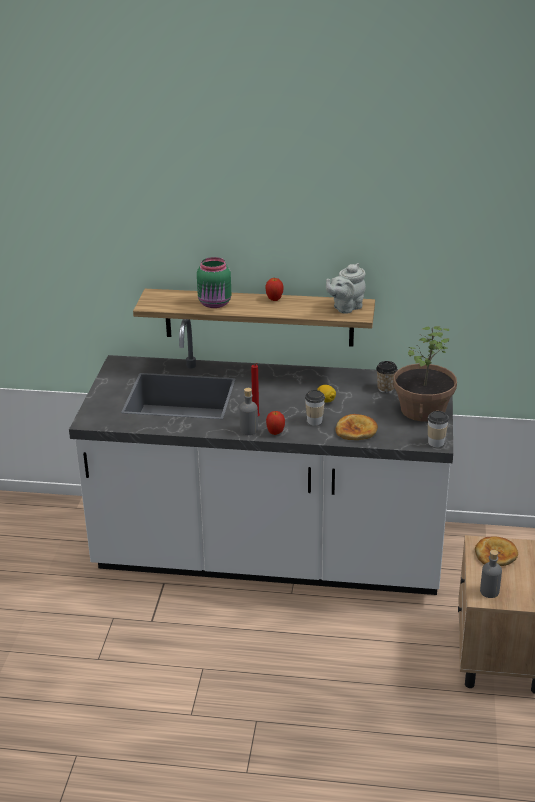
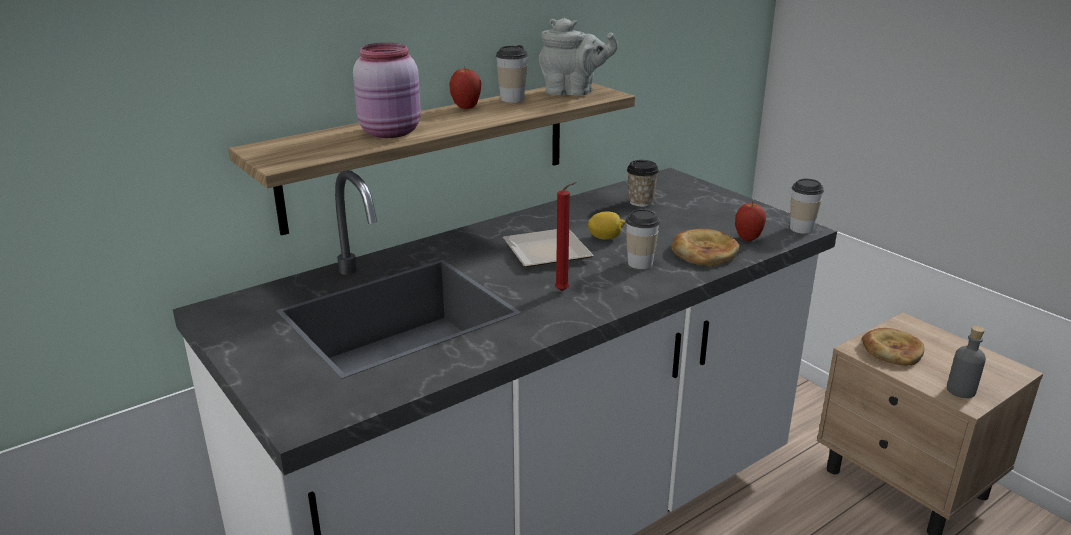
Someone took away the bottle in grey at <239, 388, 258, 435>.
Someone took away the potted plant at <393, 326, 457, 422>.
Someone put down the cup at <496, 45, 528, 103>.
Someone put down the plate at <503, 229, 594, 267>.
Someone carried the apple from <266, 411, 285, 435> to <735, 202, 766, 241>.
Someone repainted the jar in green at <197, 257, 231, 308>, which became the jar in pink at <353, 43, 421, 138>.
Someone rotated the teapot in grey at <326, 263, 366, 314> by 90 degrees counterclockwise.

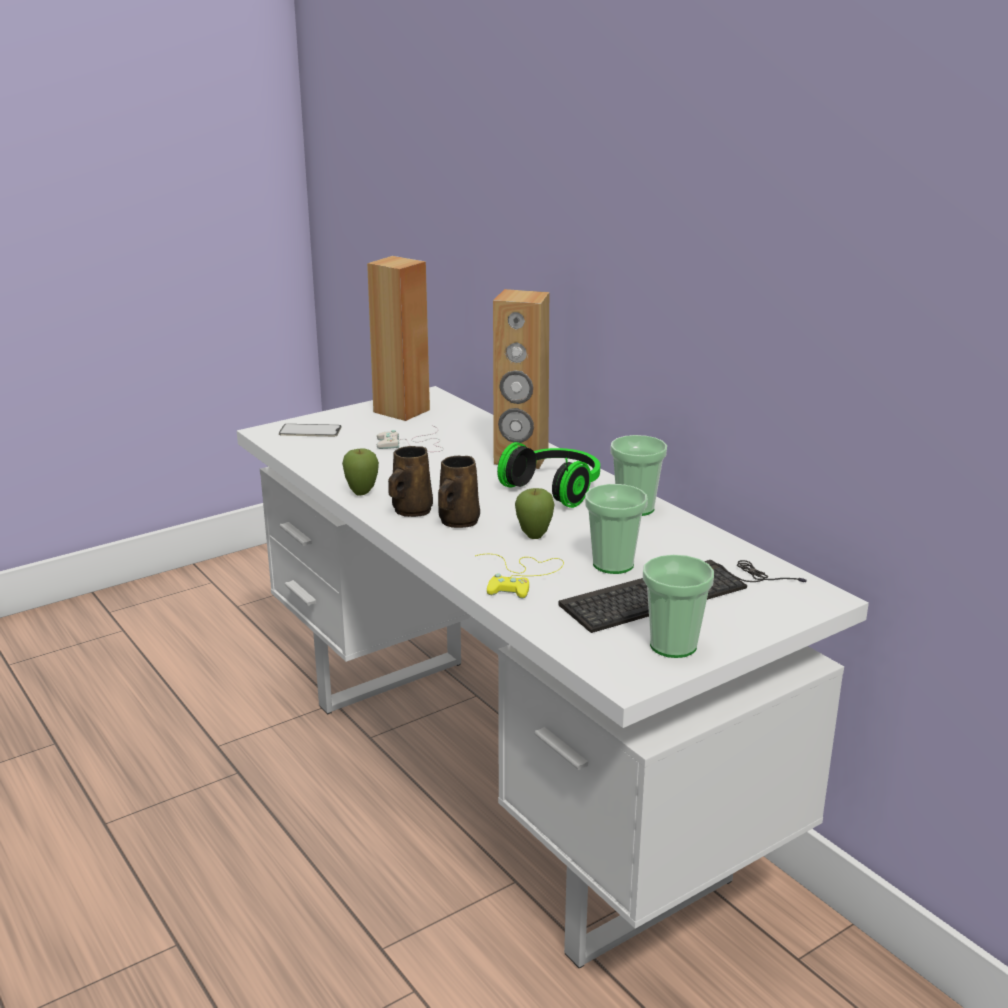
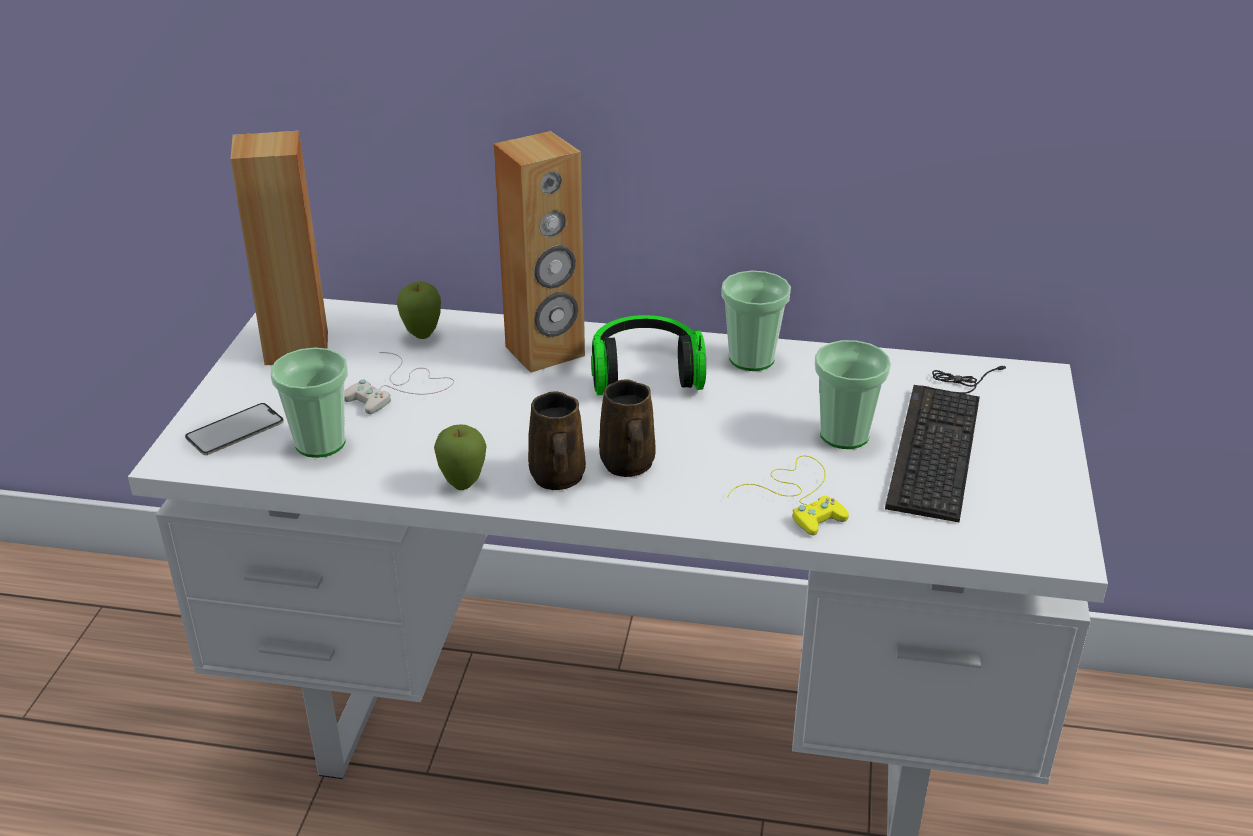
Someone carried the apple from <515, 488, 555, 539> to <397, 281, 441, 339>.
Someone carried the cup from <643, 554, 714, 658> to <271, 348, 348, 458>.

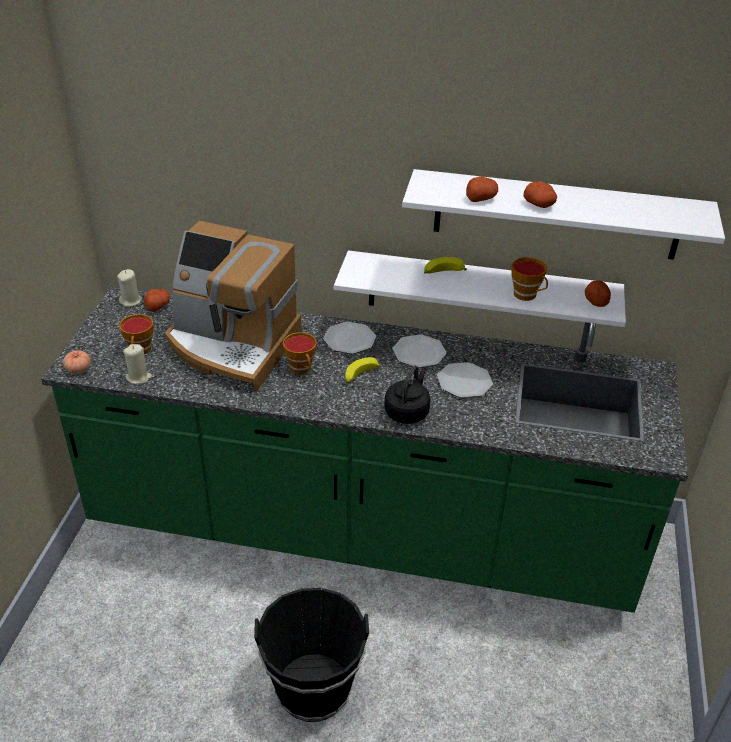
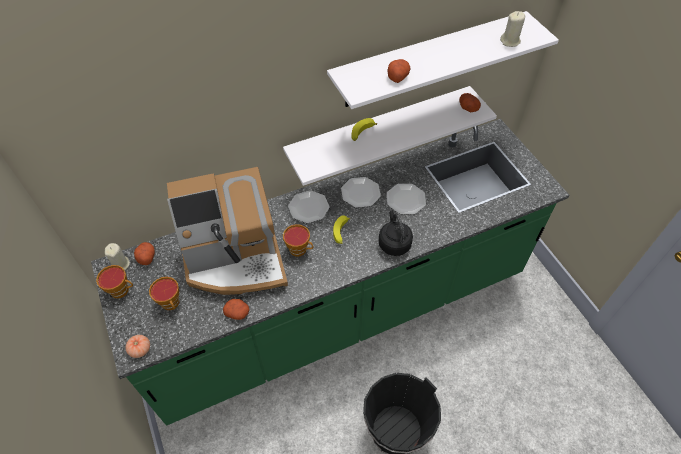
Someone carried the candle in beige from <123, 344, 152, 384> to <500, 11, 525, 47>.
Someone carried the cup from <511, 257, 548, 301> to <96, 265, 133, 298>.
Someone carried the potato from <523, 181, 557, 208> to <223, 299, 250, 320>.

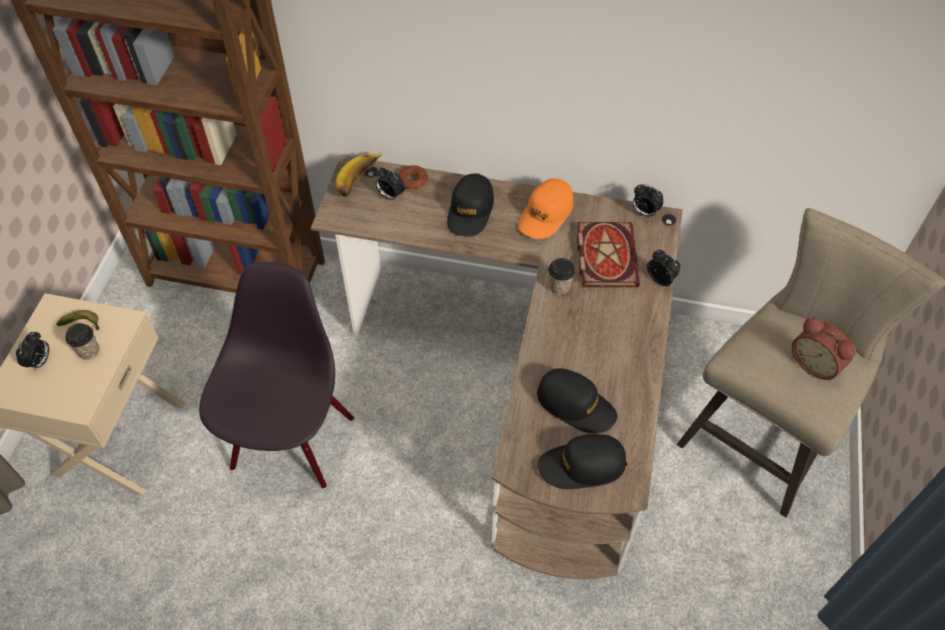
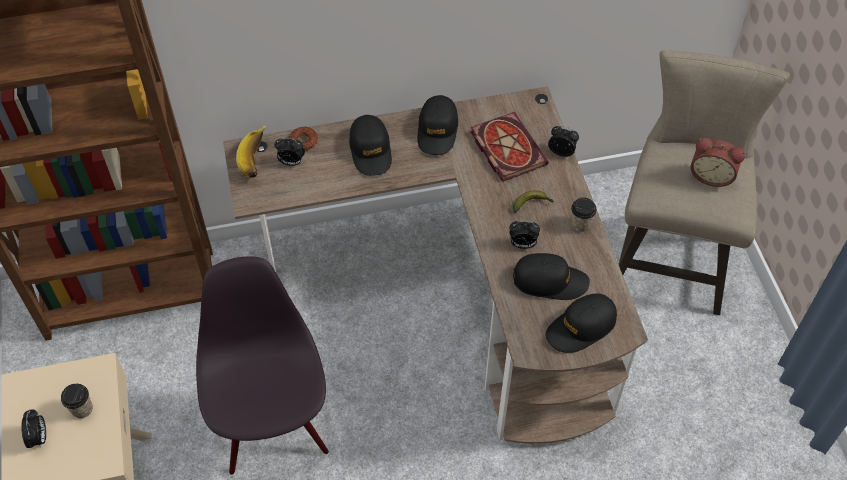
Someone carried the banana from <56, 310, 100, 330> to <513, 190, 554, 213>.
Someone carried the cup from <548, 258, 575, 295> to <571, 198, 597, 232>.
Someone carried the alarm clock from <632, 184, 663, 218> to <509, 221, 540, 249>.
Someone repainted the cap in orange at <518, 178, 573, 239>, which became the cap in black at <417, 95, 458, 155>.

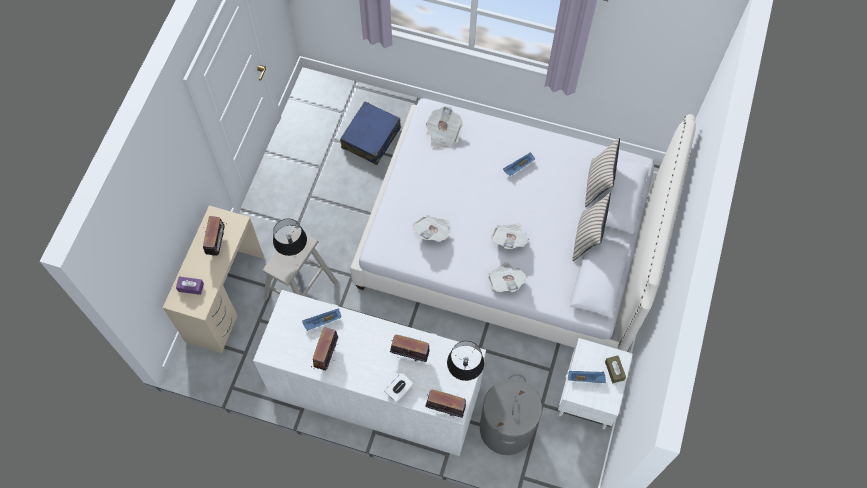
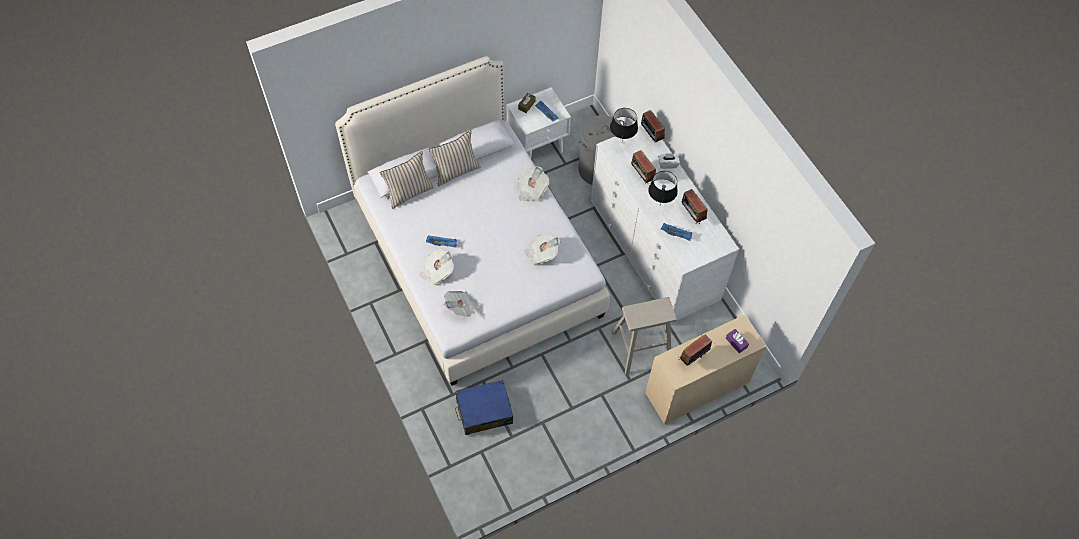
Someone carried the table lamp in black from <273, 219, 307, 256> to <648, 171, 678, 204>.
Someone carried the newspaper from <491, 224, 529, 249> to <420, 248, 454, 285>.
Someone rotated the radio at <311, 327, 338, 370> by 90 degrees clockwise.

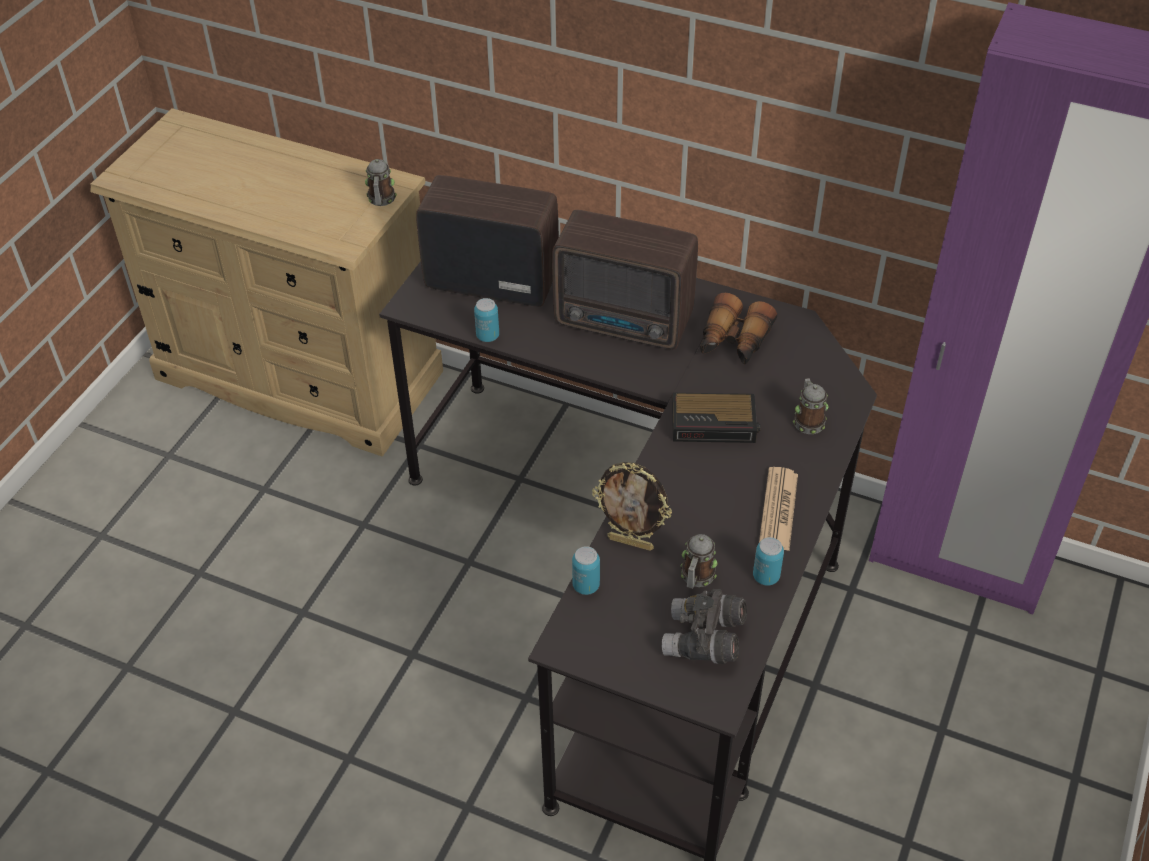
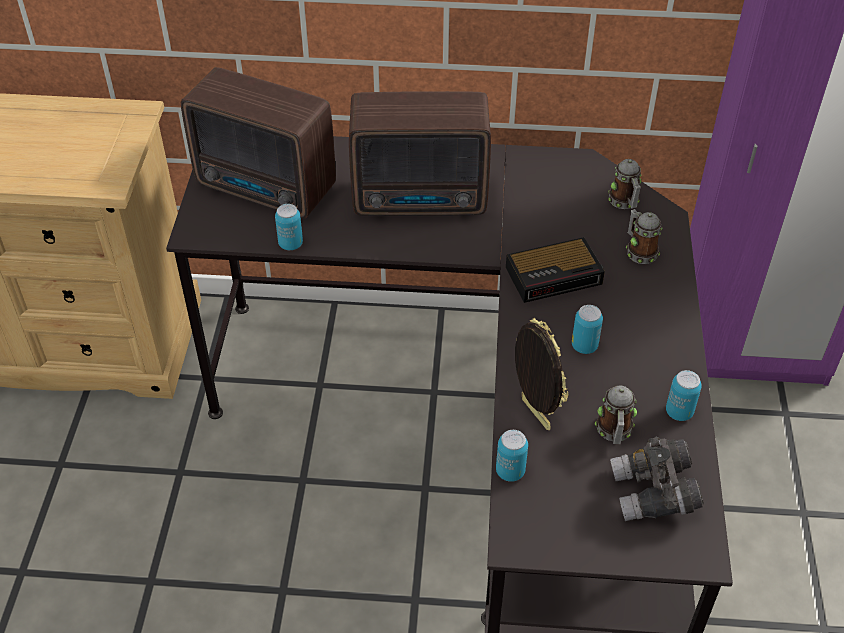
Someone took away the binoculars at <700, 293, 777, 365>.
Someone took away the newspaper at <759, 467, 798, 551>.
Someone put down the can at <572, 305, 603, 354>.
Someone carried the mug from <365, 159, 397, 206> to <608, 159, 641, 209>.
Someone rotated the radio at <416, 175, 559, 307> by 150 degrees counterclockwise.
Someone rotated the picture frame at <592, 462, 672, 551> by 120 degrees counterclockwise.

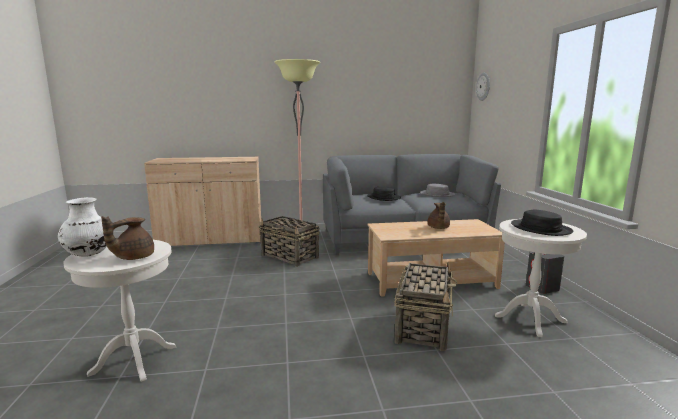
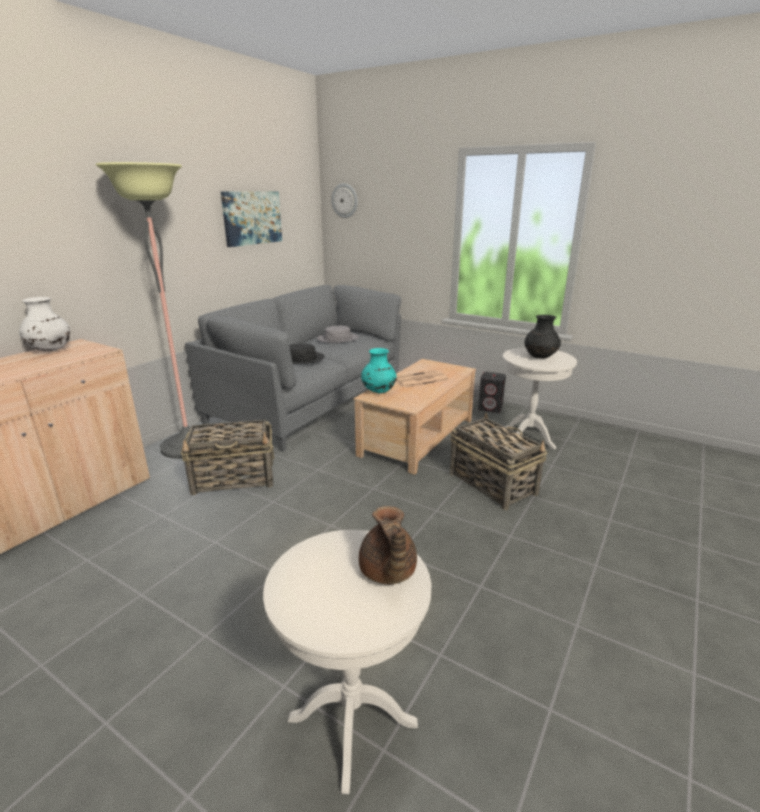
Someone put up the picture at <221, 191, 282, 247>.
Someone put down the vase in turquoise at <361, 348, 397, 393>.
Someone carried the vase in white from <58, 197, 107, 257> to <19, 297, 70, 352>.
Someone swapped the teapot in brown at <427, 202, 450, 229> for the newspaper at <396, 370, 449, 388>.
Someone swapped the hat in black at <511, 209, 574, 236> for the vase in black at <525, 315, 561, 358>.

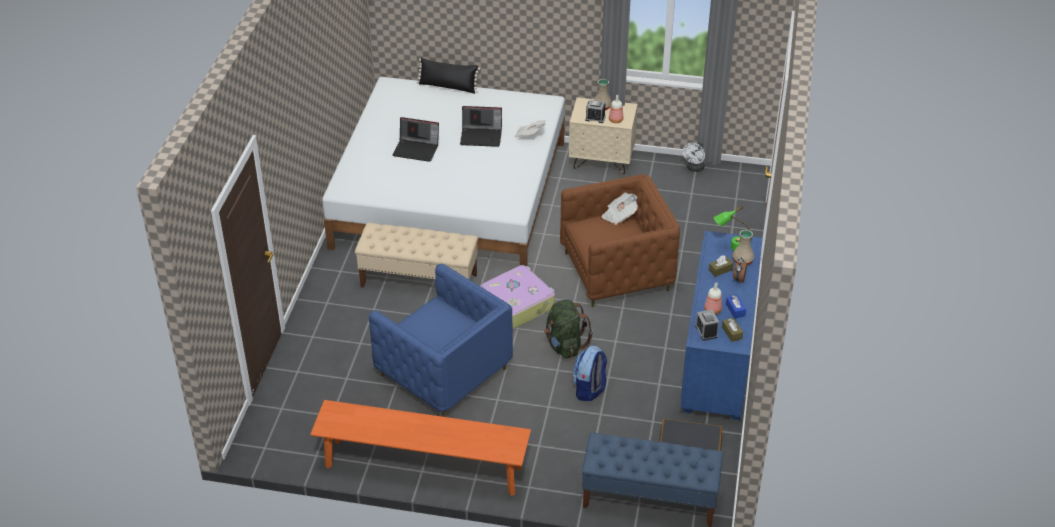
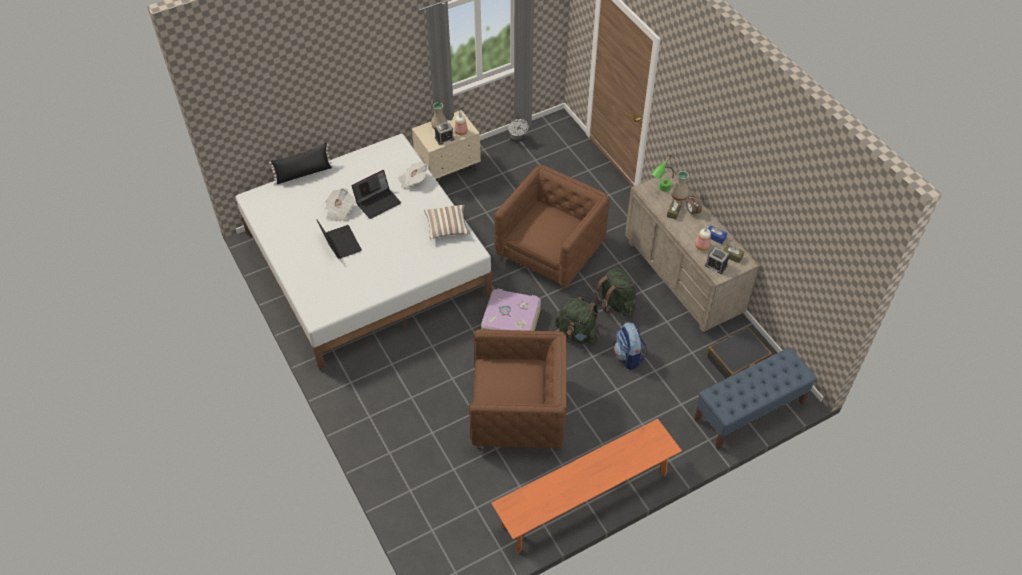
Someone took away the bench in beige at <355, 223, 478, 288>.
Someone put down the pillow at <424, 205, 470, 239>.
Someone put down the backpack in green at <594, 267, 636, 316>.
Someone carried the newspaper from <602, 192, 638, 225> to <325, 188, 354, 221>.
Someone repainted the armchair in blue at <369, 264, 513, 417>, which became the armchair in brown at <469, 329, 567, 450>.
Someone repainted the dresser in blue at <681, 231, 763, 420>, which became the dresser in beige at <625, 170, 760, 332>.
Someone rotated the laptop at <393, 117, 439, 162> by 90 degrees counterclockwise.

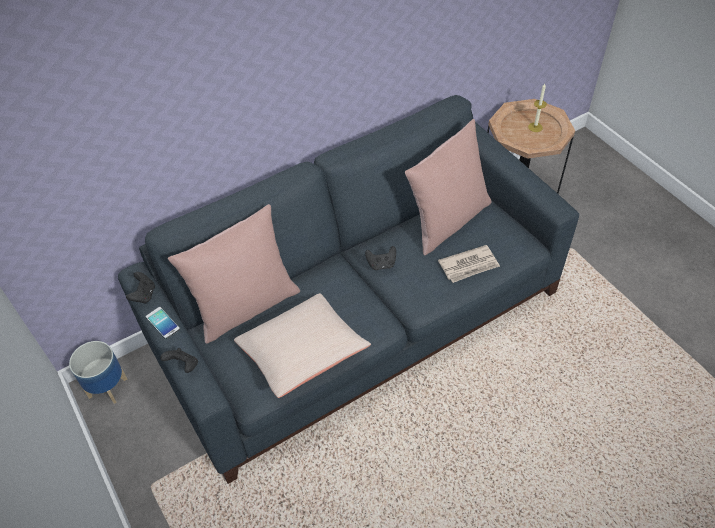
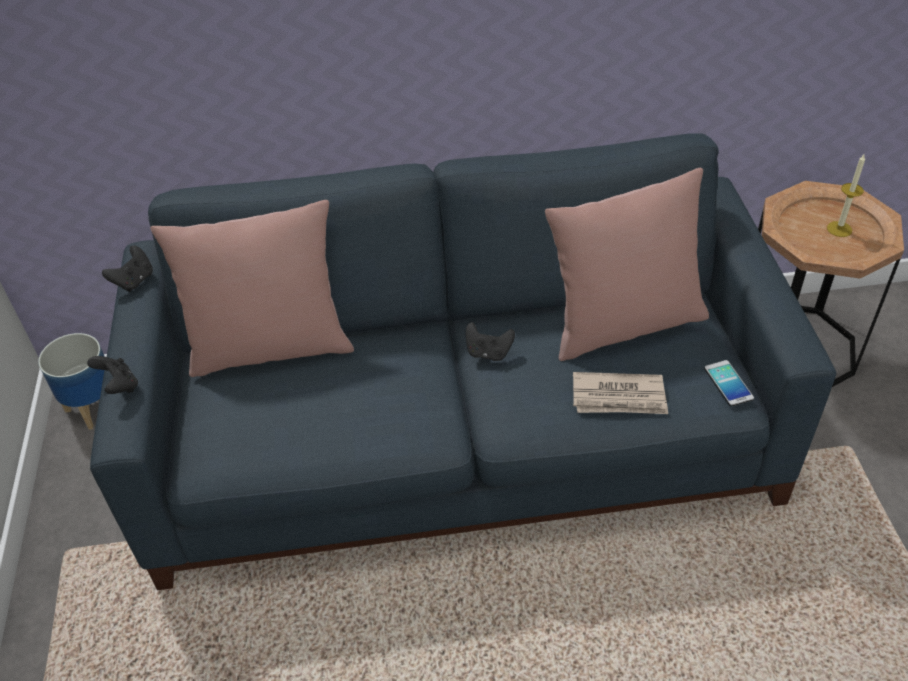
Someone took away the pillow in beige at <234, 293, 371, 398>.
Someone carried the phone from <146, 307, 180, 339> to <704, 360, 754, 406>.

